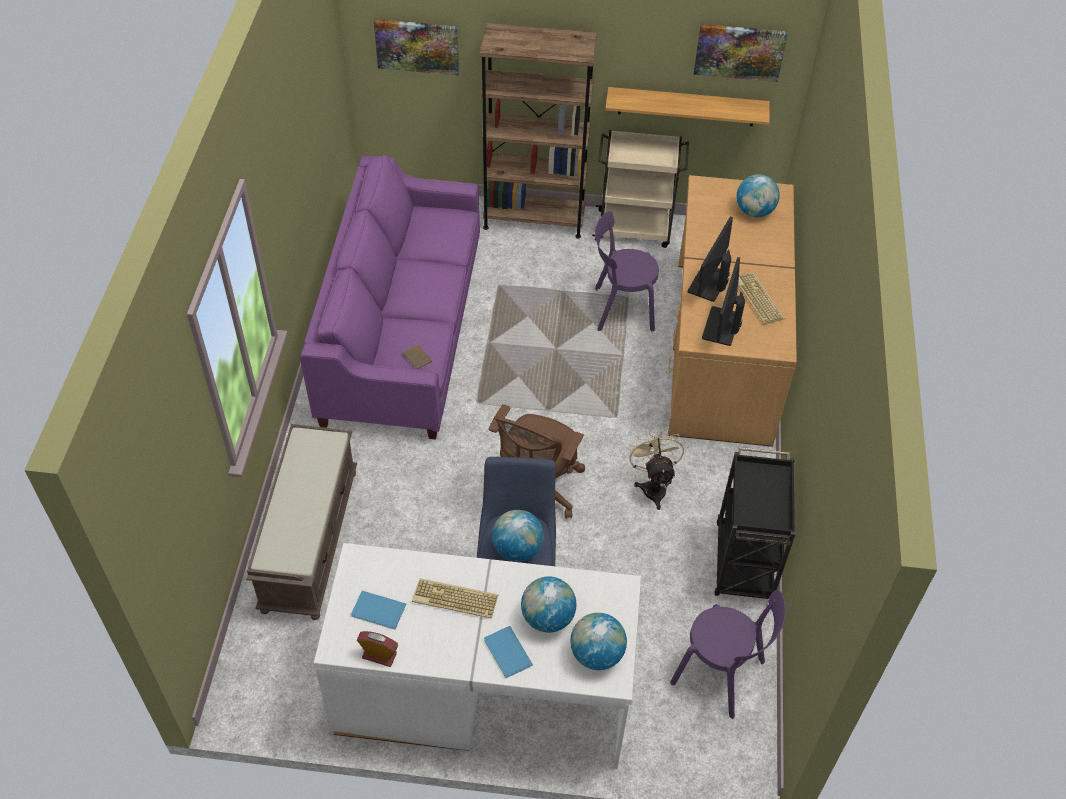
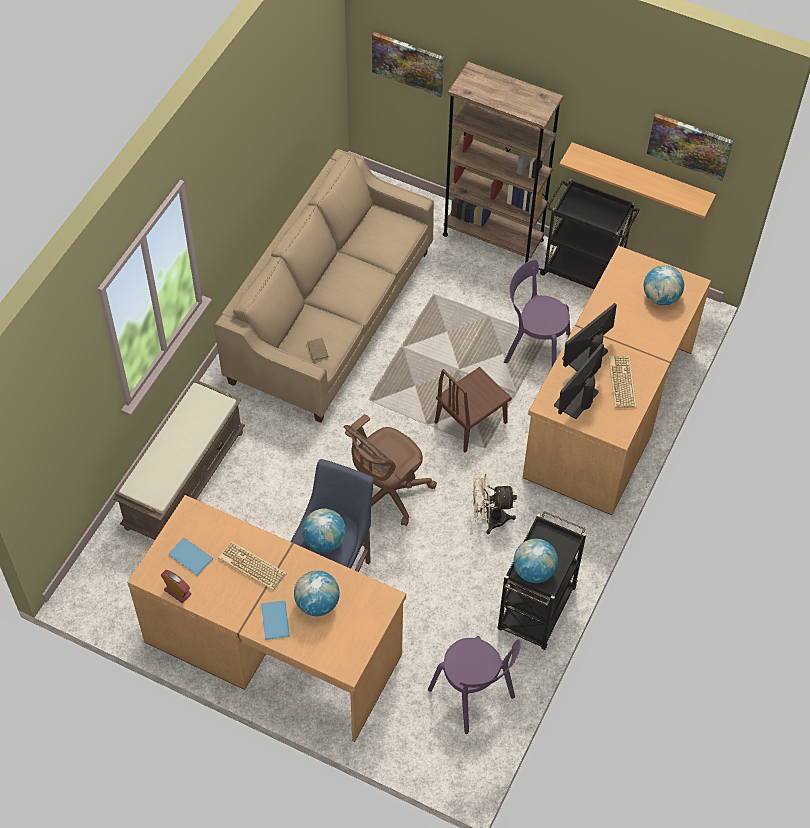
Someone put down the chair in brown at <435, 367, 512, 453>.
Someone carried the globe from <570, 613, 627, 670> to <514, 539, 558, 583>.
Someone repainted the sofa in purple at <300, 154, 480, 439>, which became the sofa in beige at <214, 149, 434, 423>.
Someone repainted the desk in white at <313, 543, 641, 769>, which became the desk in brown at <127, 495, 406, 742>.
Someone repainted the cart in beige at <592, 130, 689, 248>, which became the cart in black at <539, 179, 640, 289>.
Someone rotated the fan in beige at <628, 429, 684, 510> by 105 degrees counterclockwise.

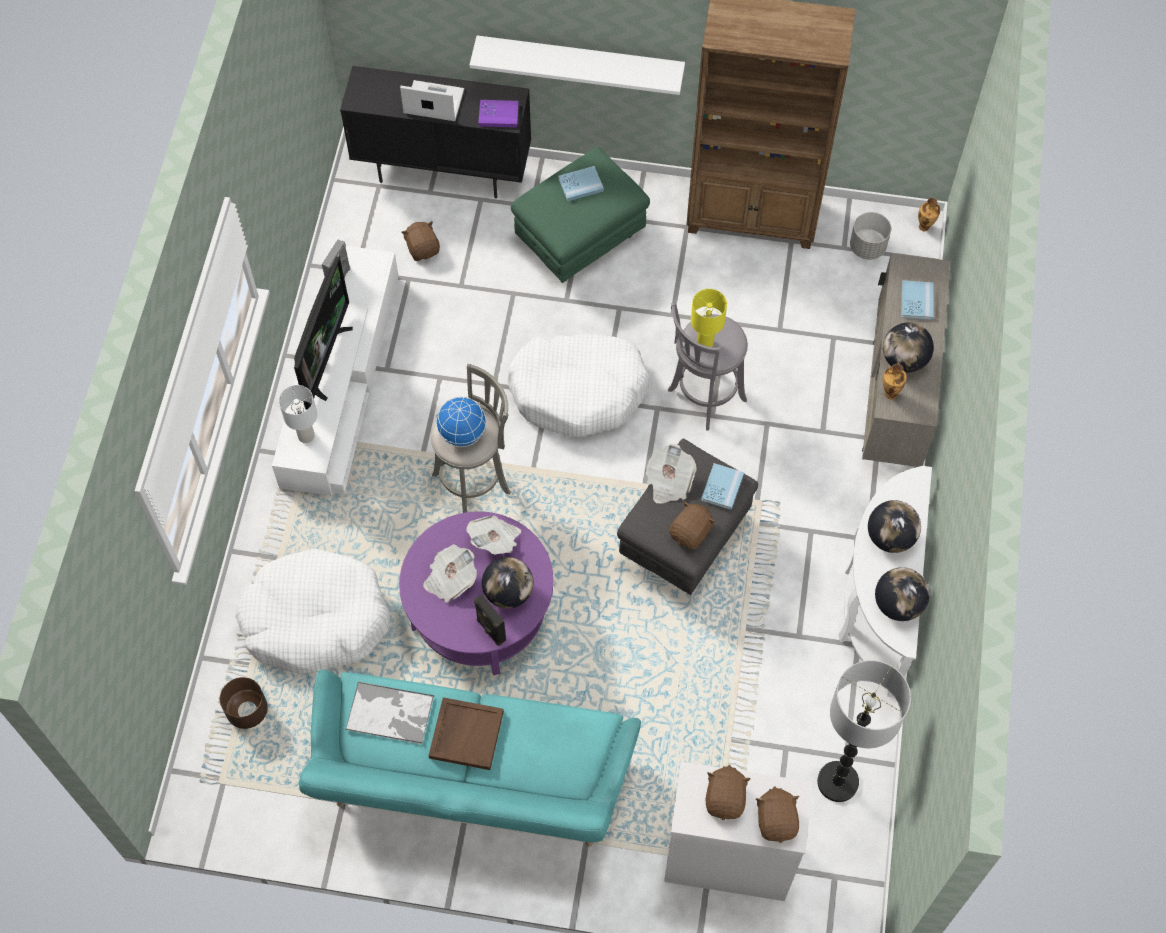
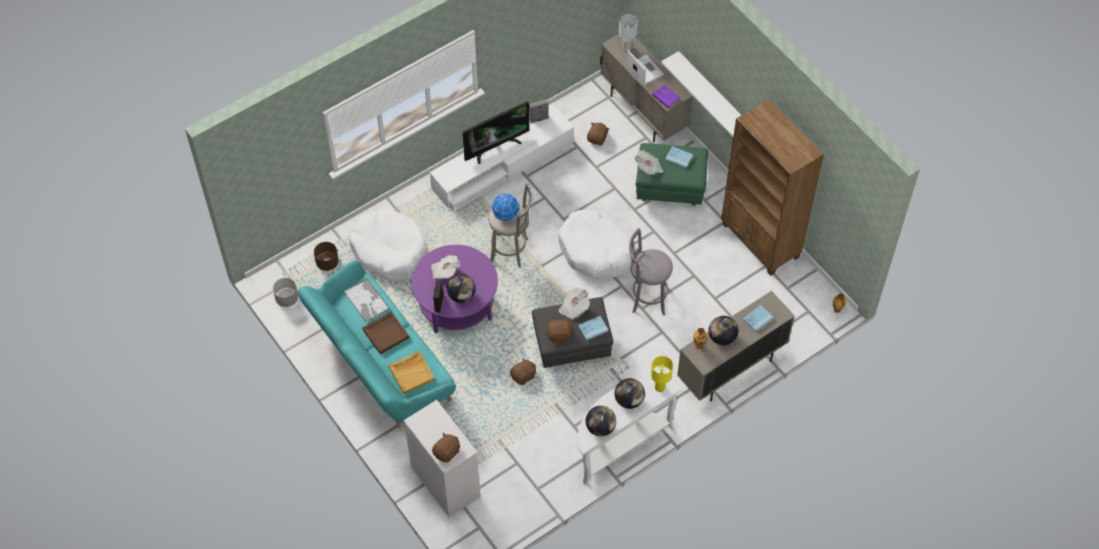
Someone took away the floor lamp at <817, 660, 911, 802>.
Someone put down the tray in beige at <389, 351, 435, 394>.
Someone carried the table lamp in white from <279, 385, 317, 443> to <619, 14, 638, 51>.
Someone carried the newspaper from <466, 515, 521, 555> to <634, 150, 663, 175>.
Someone carried the table lamp in yellow from <691, 289, 727, 347> to <651, 356, 673, 392>.
Someone carried the plush toy in brown from <706, 765, 751, 820> to <510, 358, 536, 385>.
Someone carried the planter in grey from <850, 212, 891, 260> to <273, 278, 298, 307>.
Someone repainted the cabinet in black at <340, 66, 531, 198>, which became the cabinet in beige at <600, 34, 693, 142>.

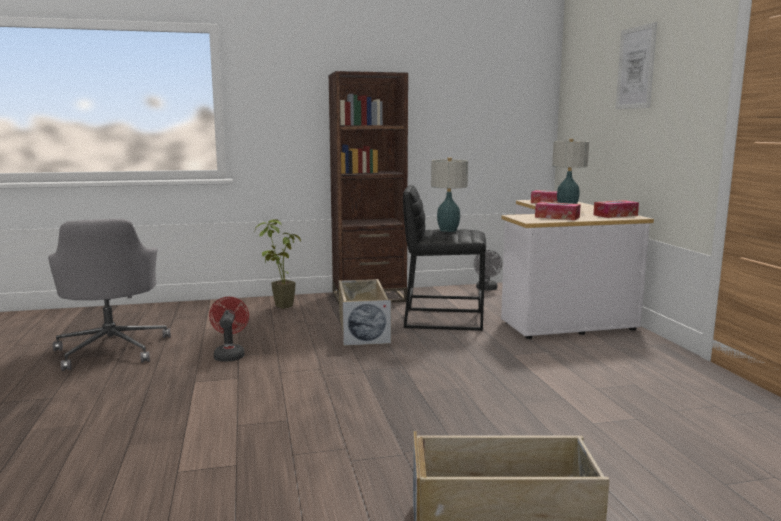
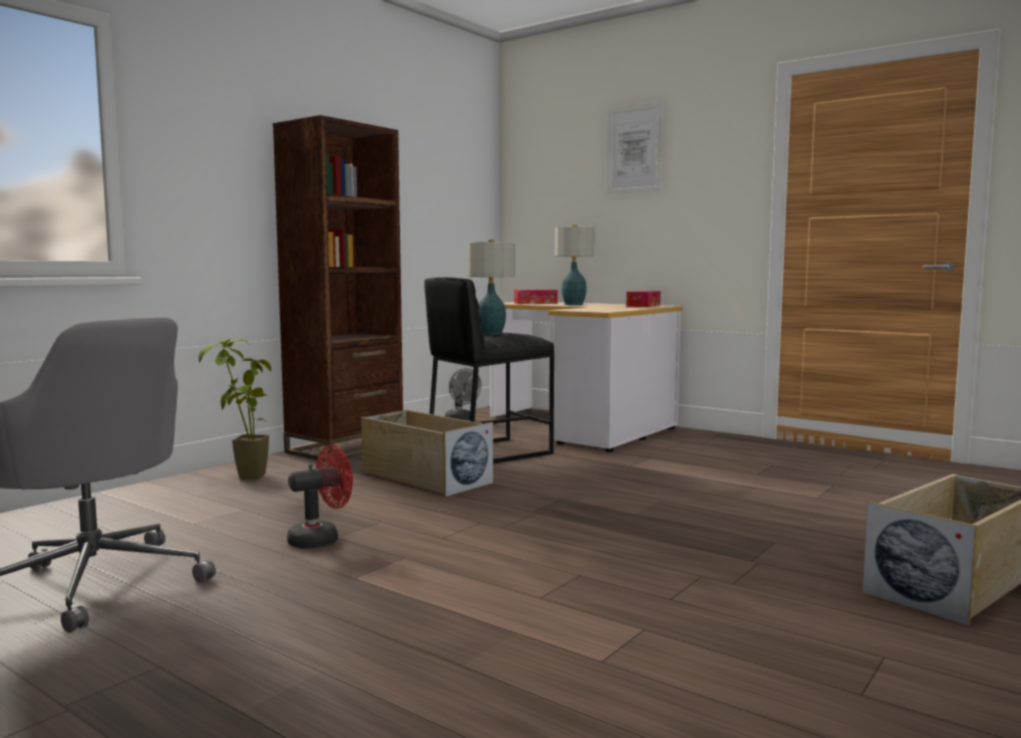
Someone took away the tissue box at <535, 202, 581, 220>.
Someone rotated the fan in red at <209, 297, 249, 361> by 105 degrees clockwise.

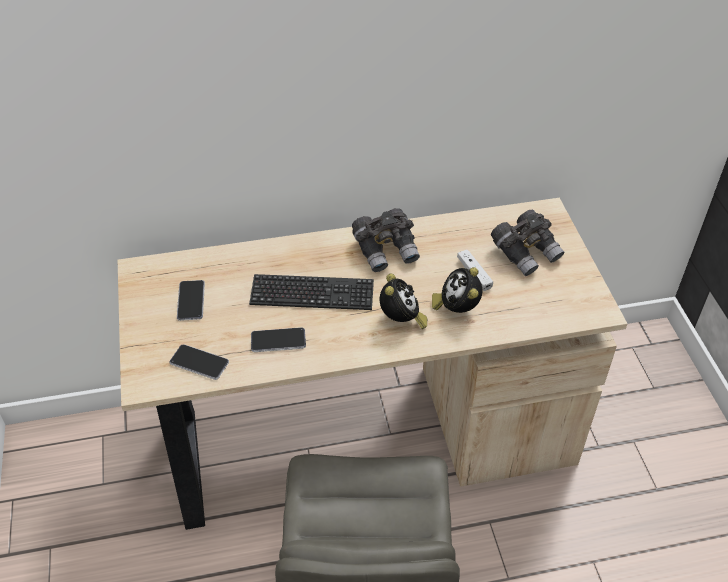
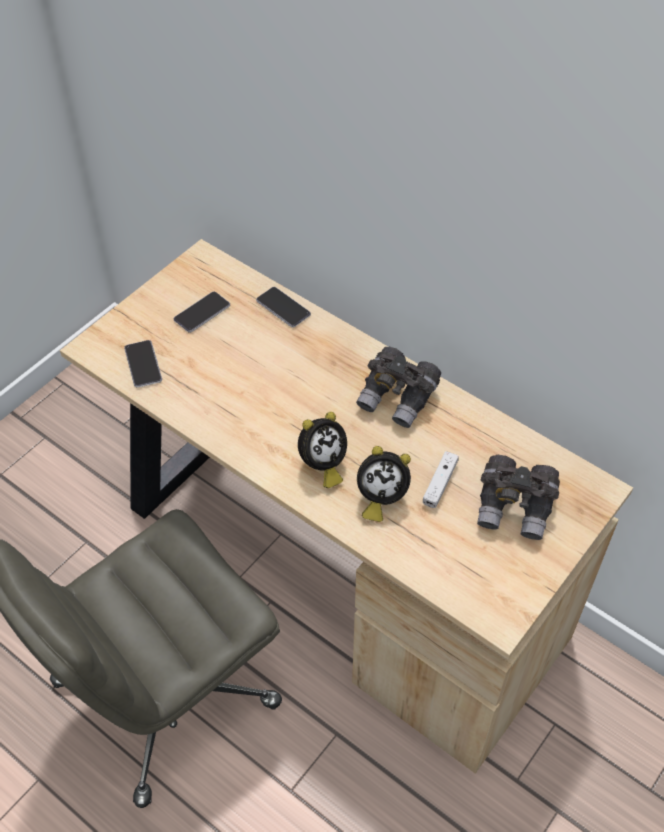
Someone took away the keyboard at <249, 274, 374, 310>.
Someone carried the phone from <251, 327, 306, 352> to <256, 287, 311, 327>.
Someone rotated the alarm clock at <432, 267, 482, 313> by 135 degrees counterclockwise.

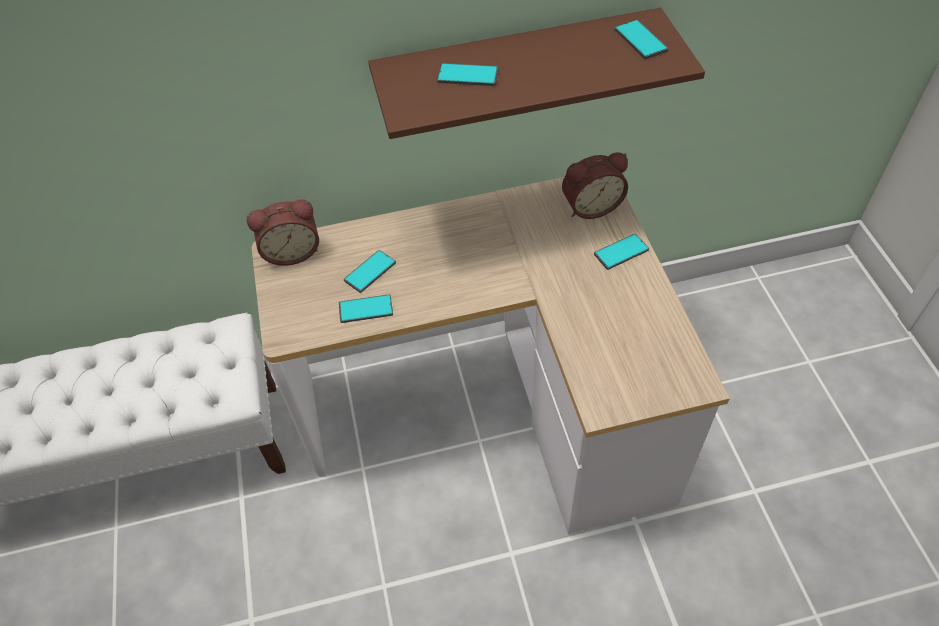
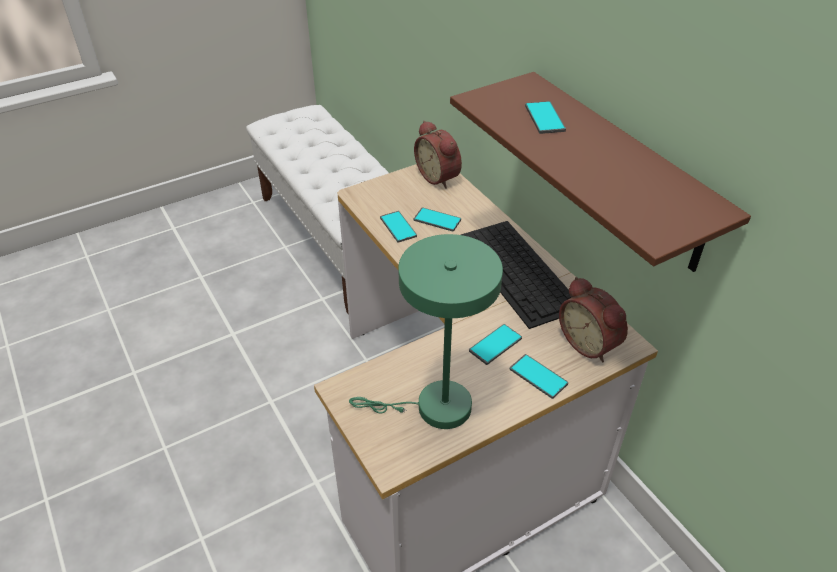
Someone put down the table lamp in green at <349, 234, 503, 429>.
Someone put down the keyboard at <461, 221, 572, 329>.
Someone carried the phone from <615, 20, 669, 59> to <469, 324, 522, 365>.

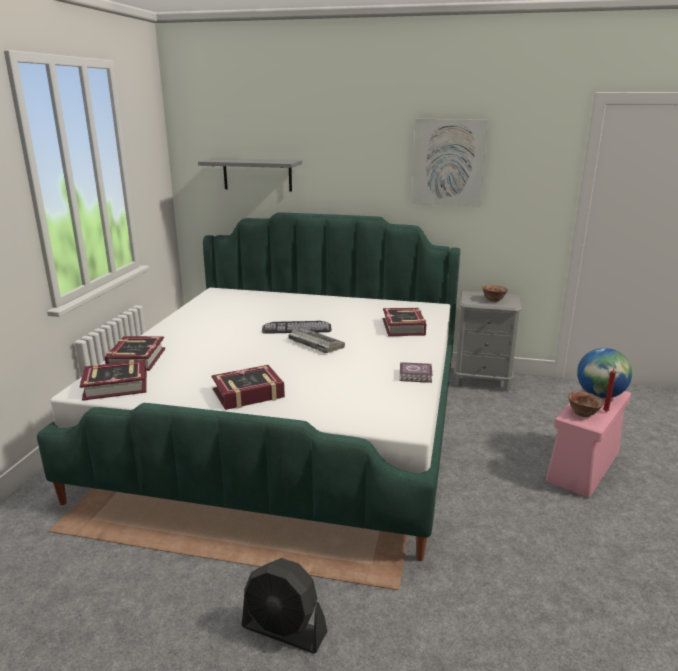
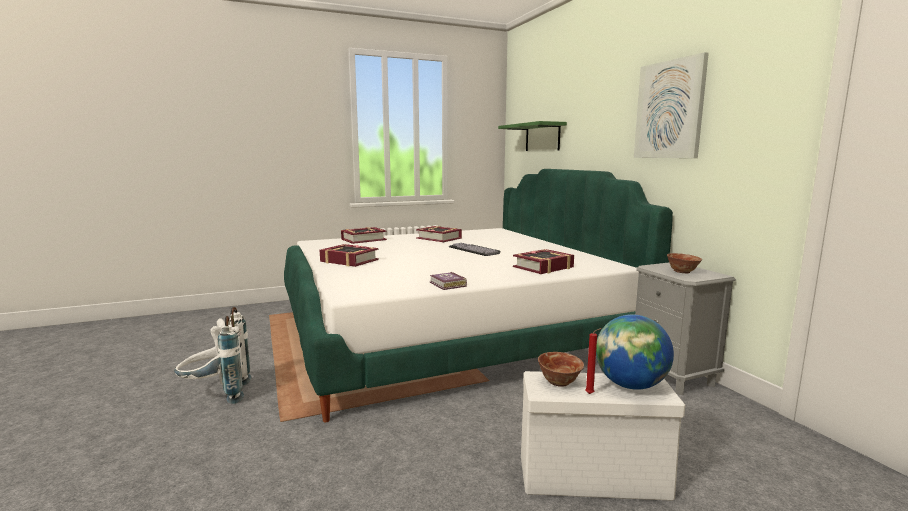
Someone took away the keyboard at <288, 329, 345, 353>.
Someone carried the book from <80, 360, 147, 401> to <416, 226, 462, 242>.
Someone swapped the fan in black at <242, 558, 327, 653> for the backpack in white at <174, 307, 252, 404>.
Someone repainted the shelf in grey at <198, 158, 302, 192>, which became the shelf in green at <498, 121, 567, 151>.
Someone repainted the storage box in pink at <546, 388, 631, 498>, which became the storage box in white at <521, 371, 685, 501>.

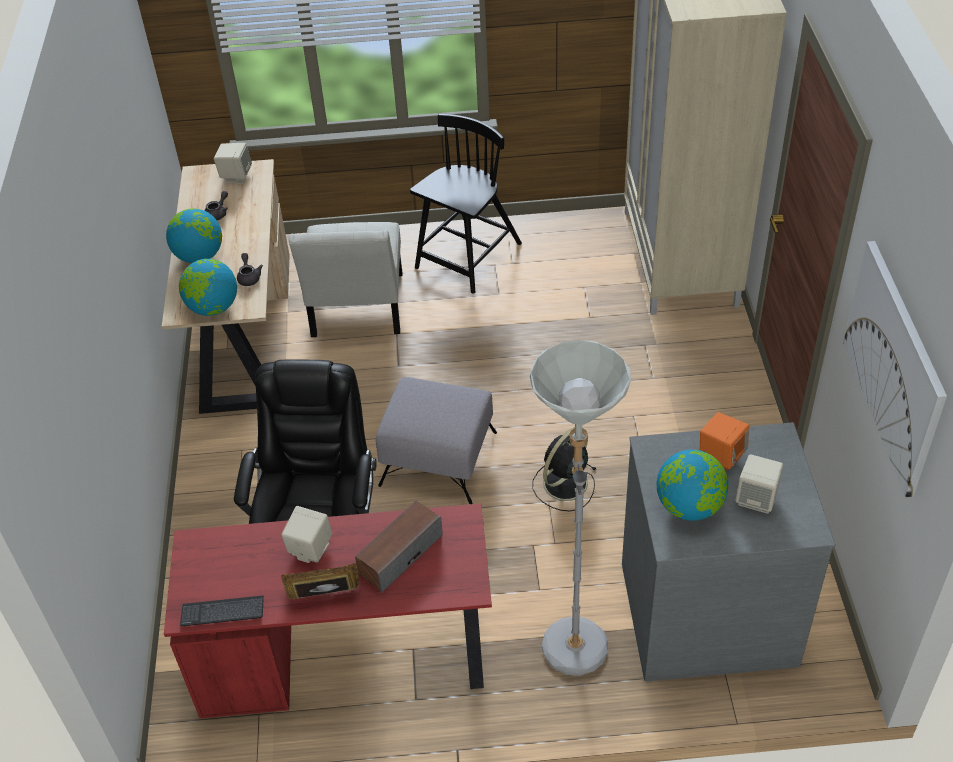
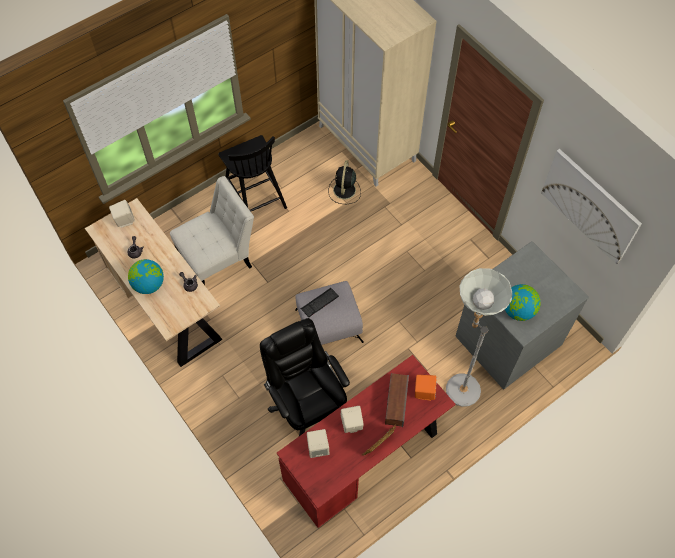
Someone took away the globe at <179, 259, 237, 316>.
Someone carried the keyboard from <180, 595, 264, 626> to <301, 288, 339, 317>.
Someone carried the fan in black from <532, 427, 596, 511> to <328, 160, 361, 204>.
Someone carried the speaker in orange from <700, 412, 749, 471> to <415, 375, 437, 401>.
Someone carried the speaker in beige from <735, 454, 783, 514> to <307, 429, 330, 458>.
Someone rotated the chair in white at <289, 222, 402, 337> by 90 degrees counterclockwise.
Someone rotated the chair in black at <410, 114, 522, 294> by 150 degrees clockwise.

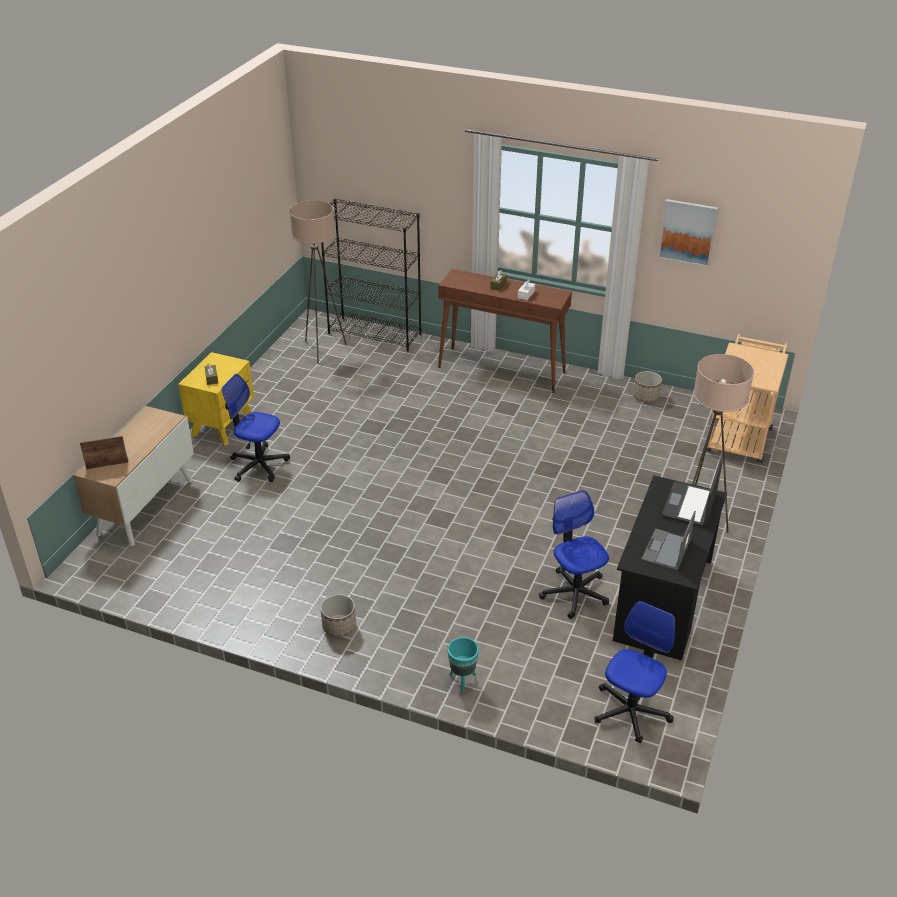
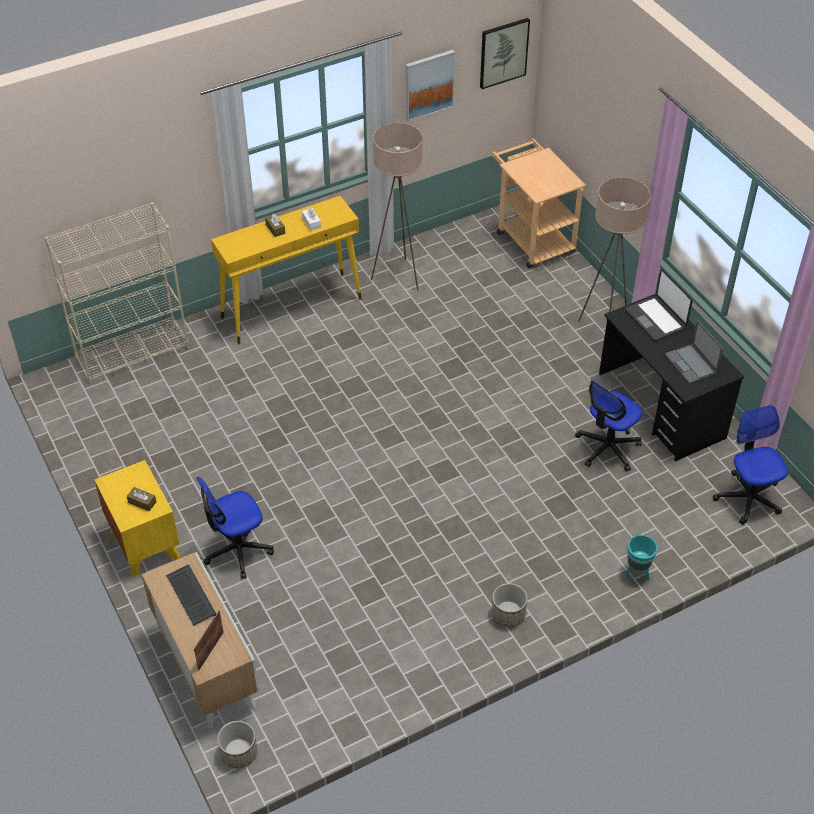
Someone put down the keyboard at <166, 564, 216, 626>.
Someone put up the picture at <480, 18, 530, 89>.
Someone carried the floor lamp in beige from <289, 200, 347, 364> to <371, 123, 423, 291>.
Someone carried the planter from <633, 371, 662, 403> to <217, 721, 257, 768>.
Someone repainted the bookcase in black at <321, 198, 421, 351>, which became the bookcase in beige at <45, 202, 189, 384>.
Someone repainted the console table in brown at <438, 269, 572, 393>, which became the console table in yellow at <211, 196, 362, 344>.
Someone rotated the office chair at <539, 490, 609, 619> by 60 degrees counterclockwise.

